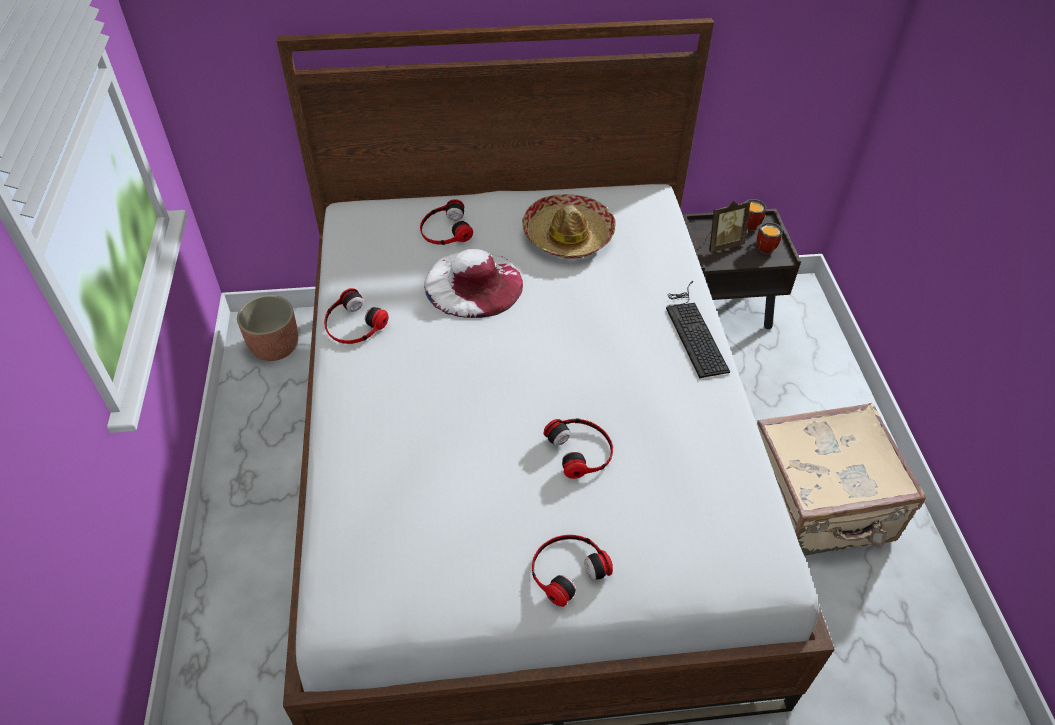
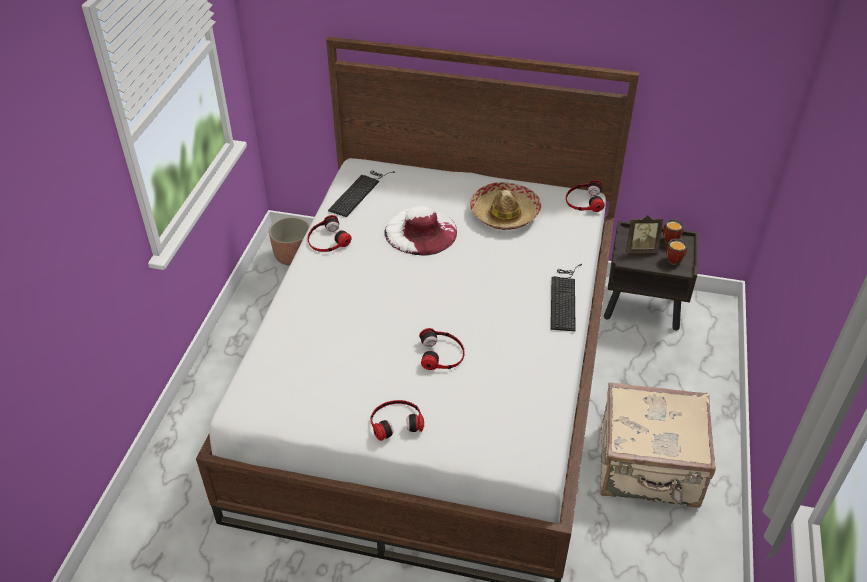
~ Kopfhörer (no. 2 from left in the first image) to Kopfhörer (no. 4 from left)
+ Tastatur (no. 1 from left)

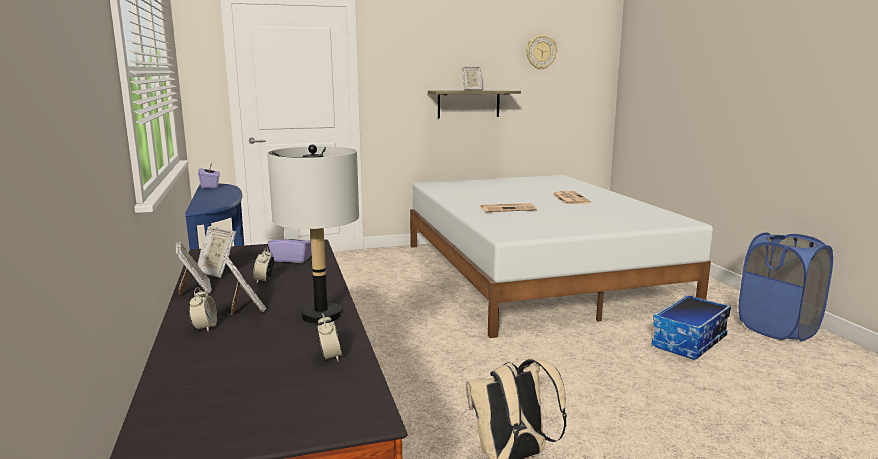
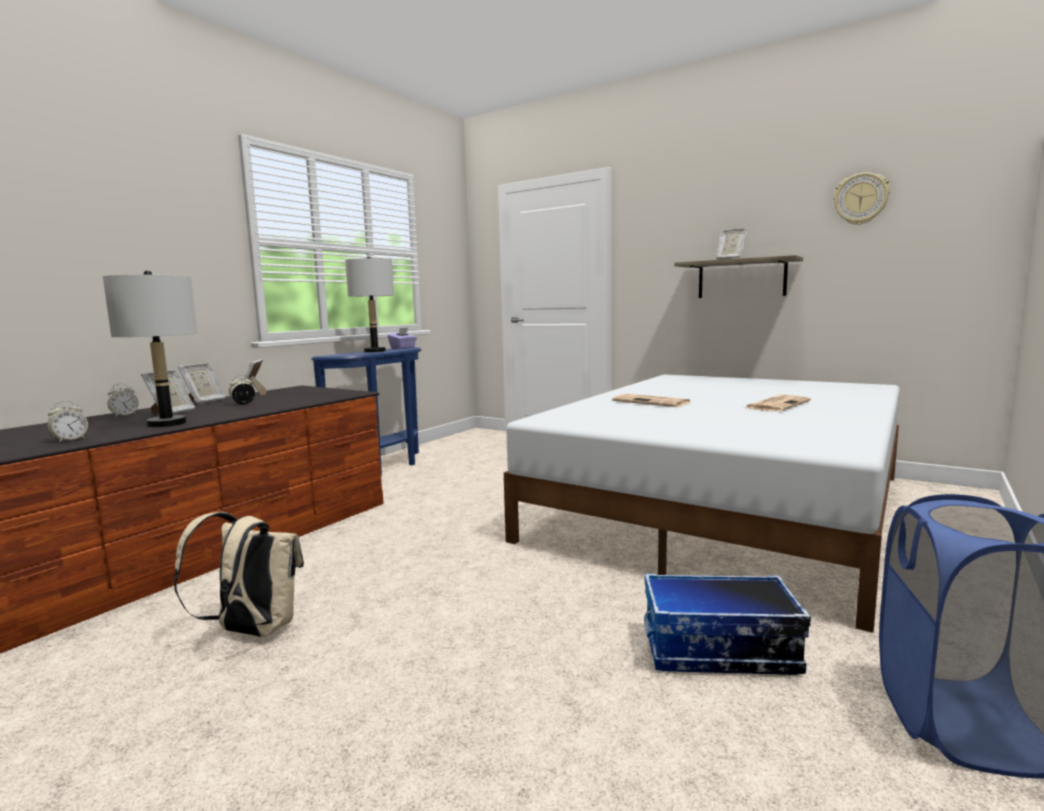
- Taschentuchbox (lila) (no. 2 from left)
+ Tischlampe (grau) (no. 2 from left)

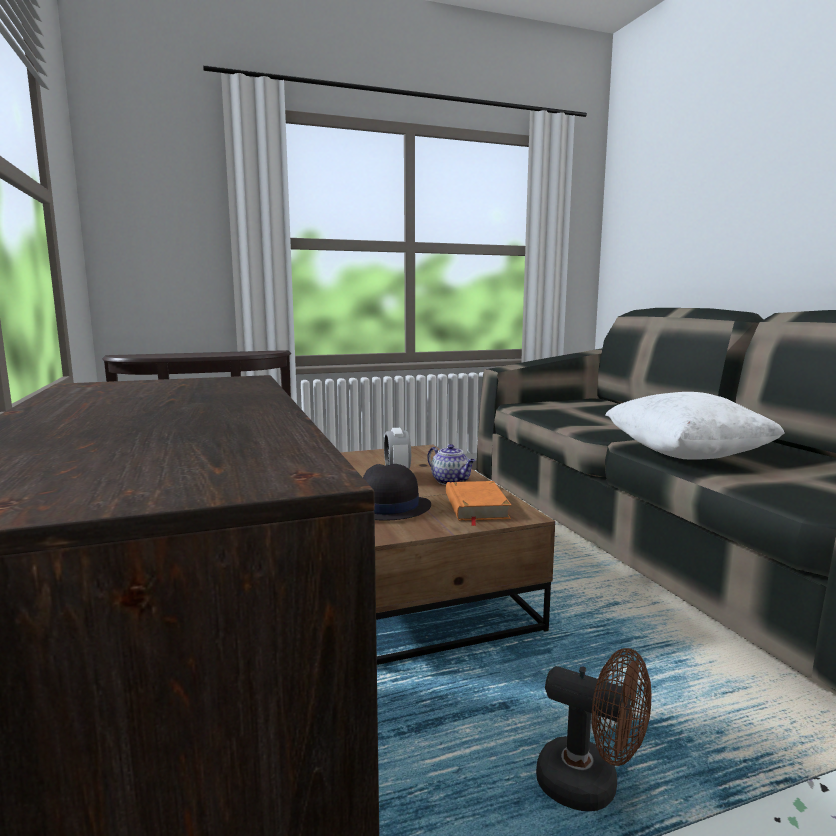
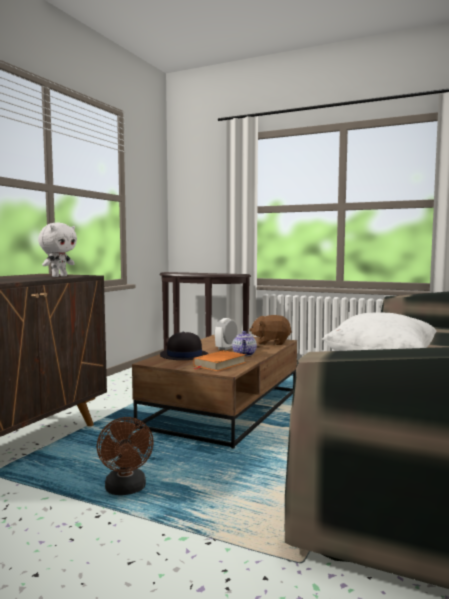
+ Plüschtier (weiß)
+ Plüschtier (braun)

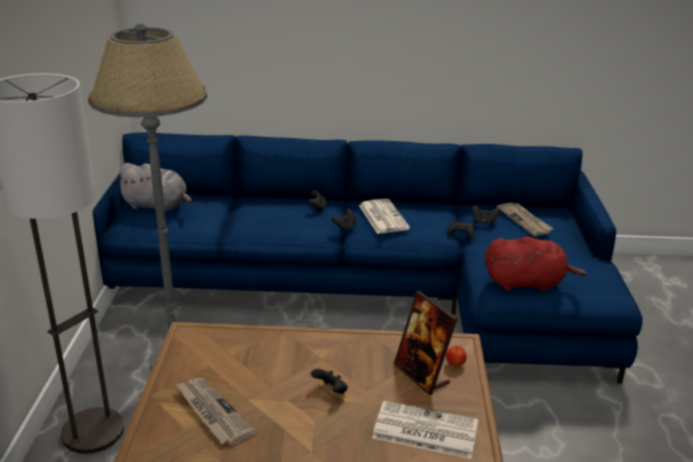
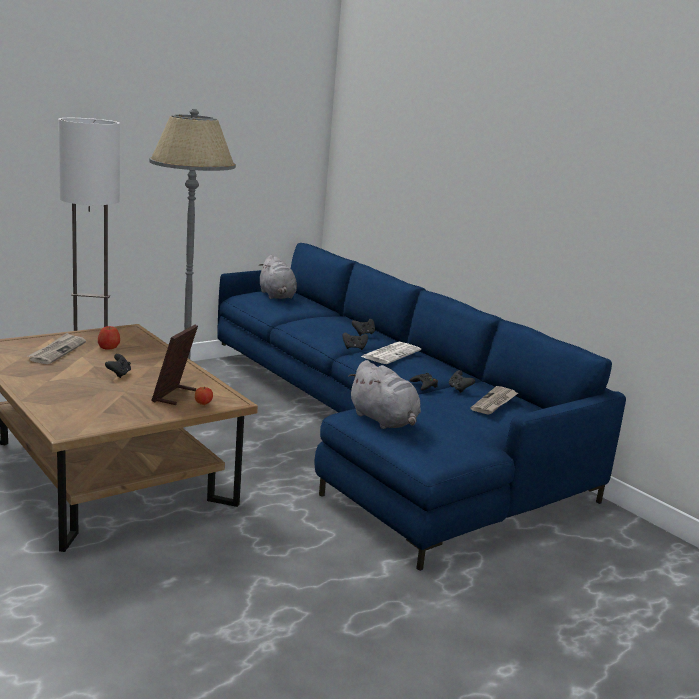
- Zeitung (no. 3 from left)
~ Plüschtier (rot) to Plüschtier (grau) (no. 2 from left)
+ Apfel (no. 1 from left)

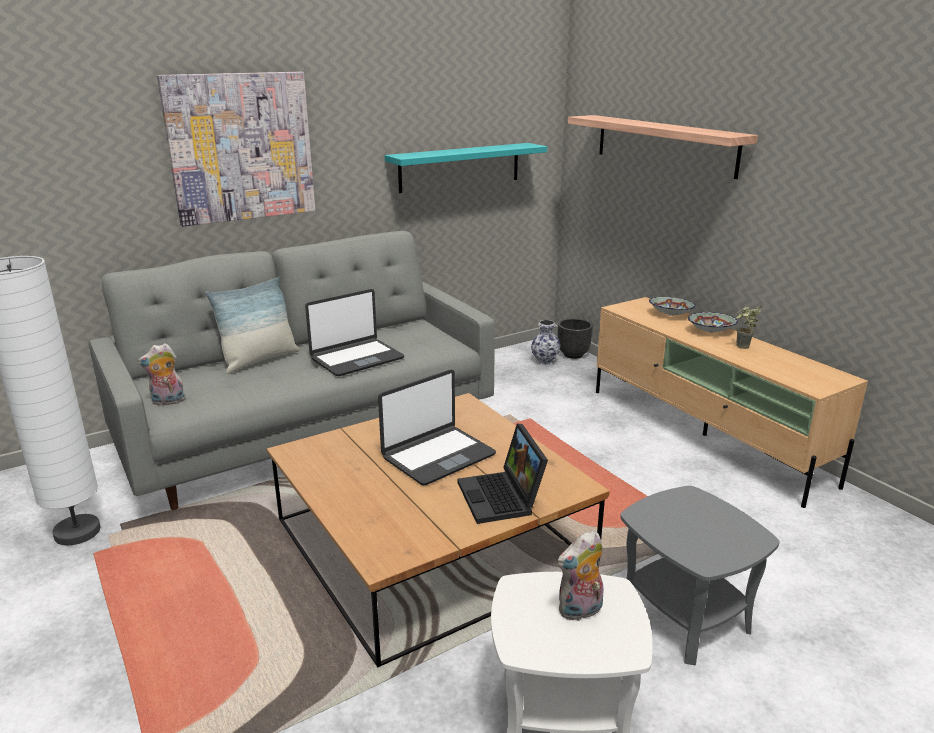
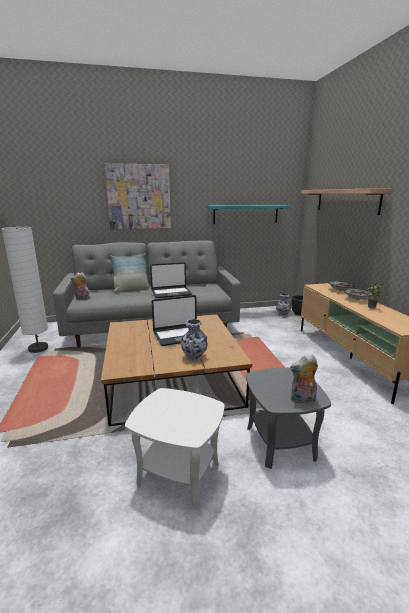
~ Laptop (no. 3 from left) to Vase (no. 1 from left)
~ Plüschtier (no. 2 from left)

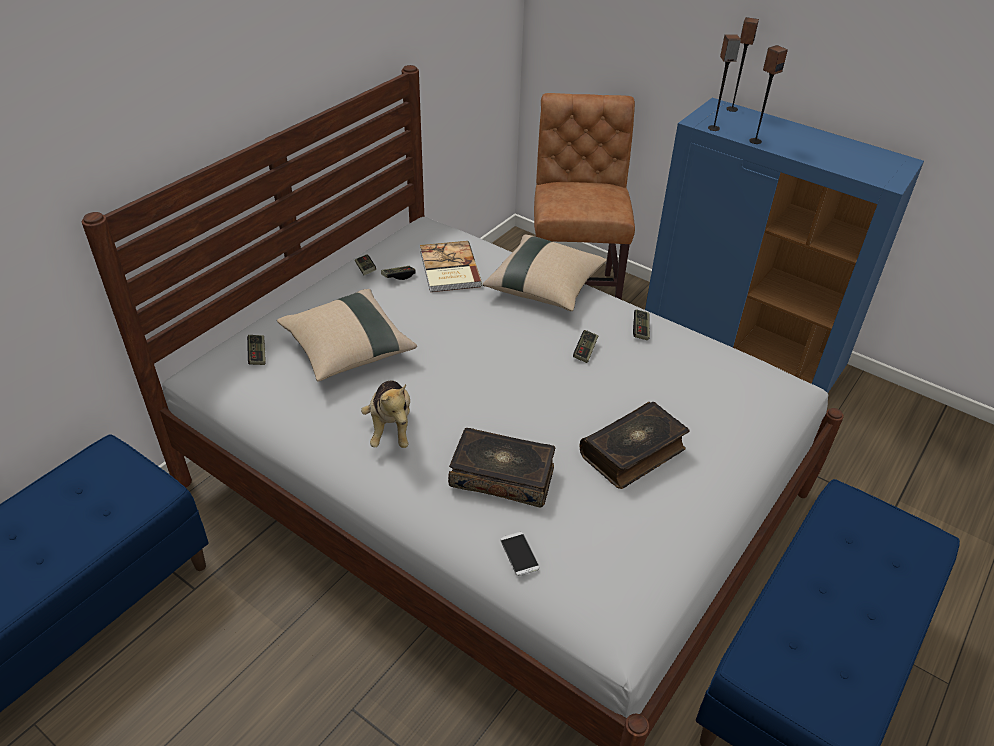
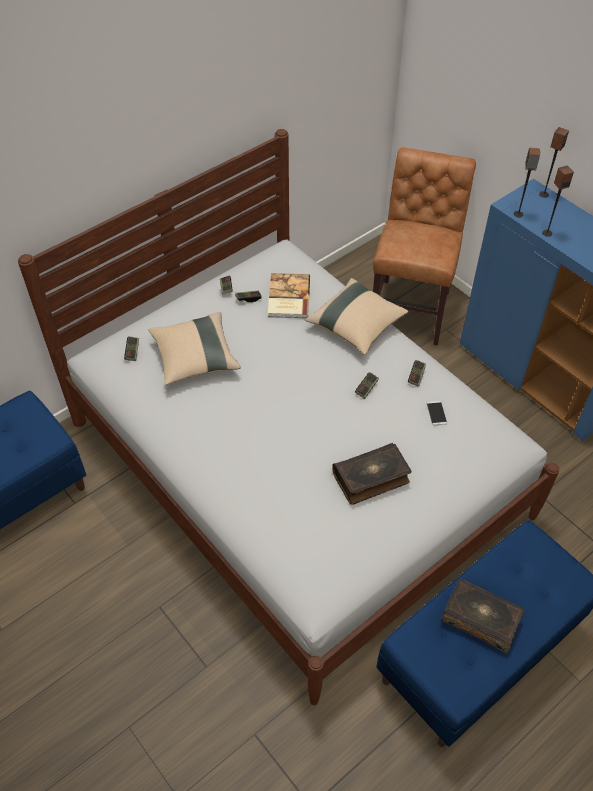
- Plüschtier
~ Buch (no. 2 from left in the first image) to Buch (no. 3 from left)
~ Handy

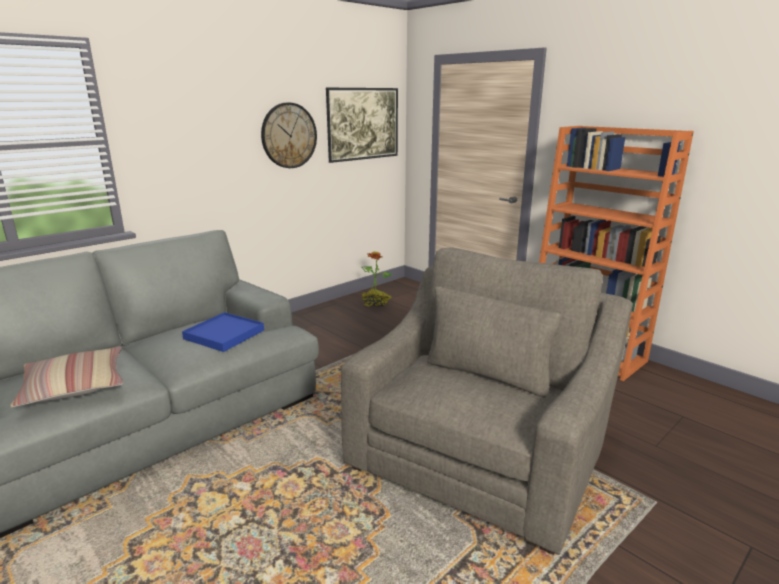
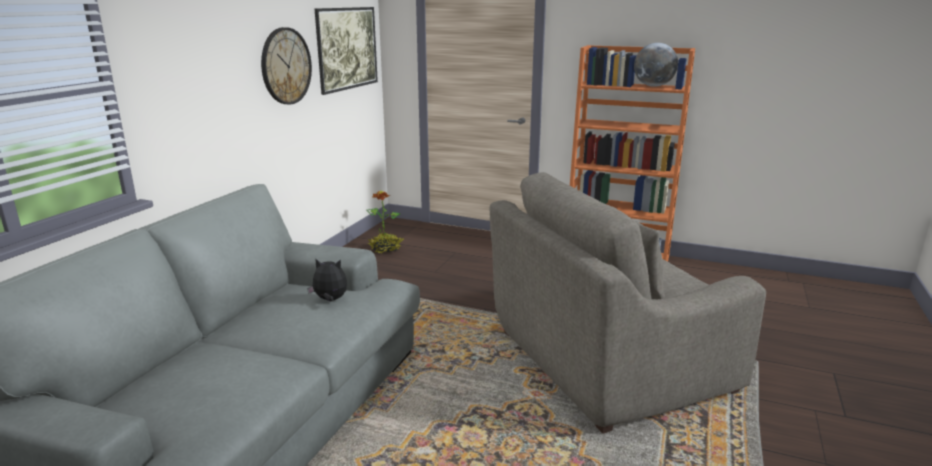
- Kissen
~ Tablett (blau) to Plüschtier
~ Sessel (grau) 120 degrees counterclockwise
+ Globus

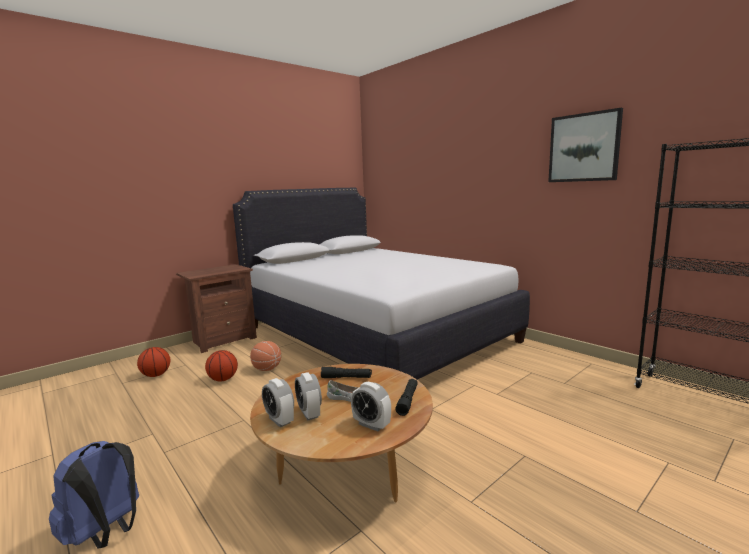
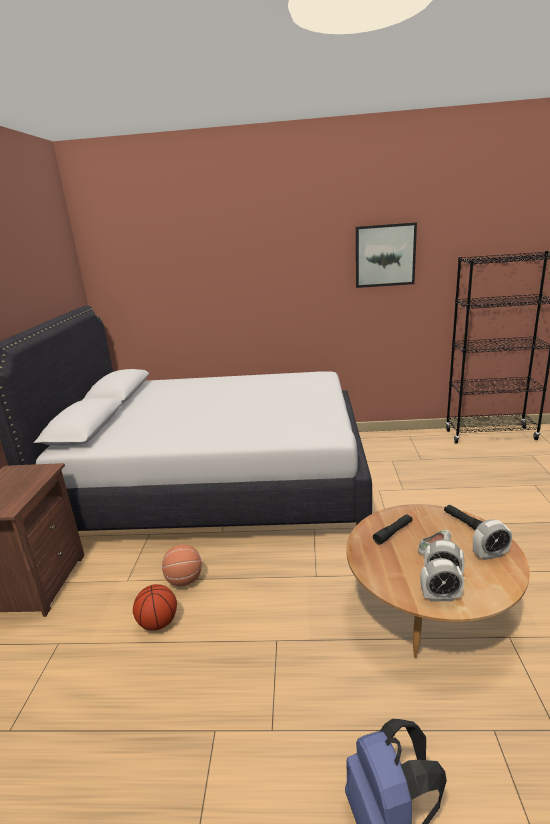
- Basketball (no. 1 from left)

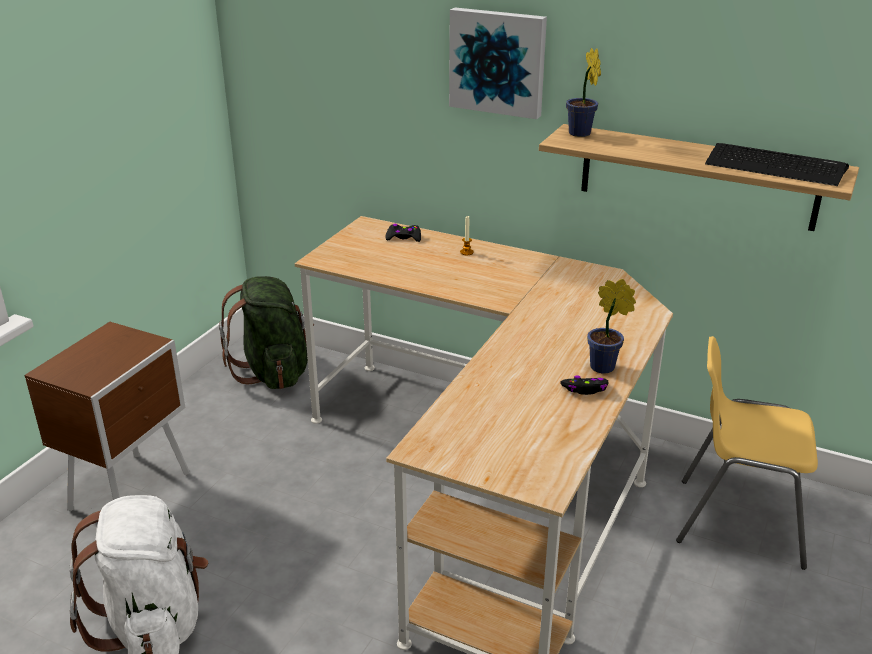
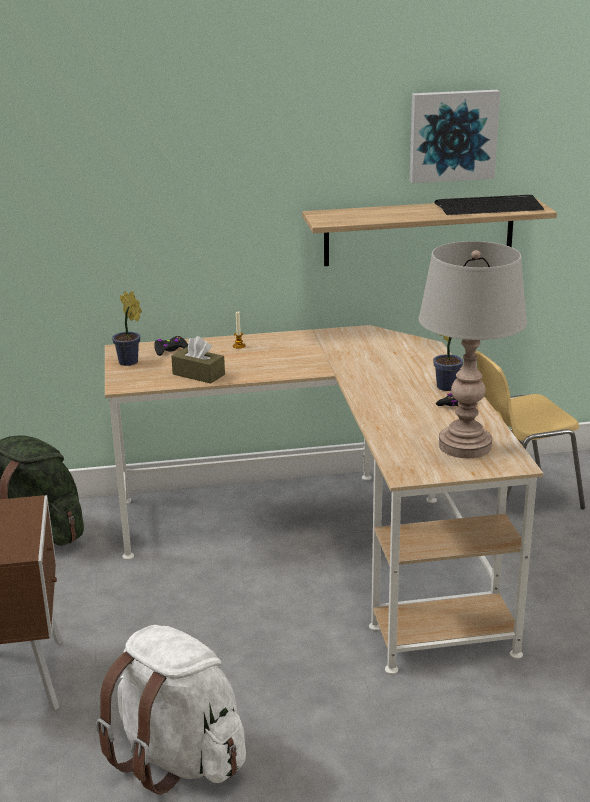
~ Bild
~ Topfpflanze (no. 1 from left)
+ Taschentuchbox (braun)
+ Tischlampe (grau)

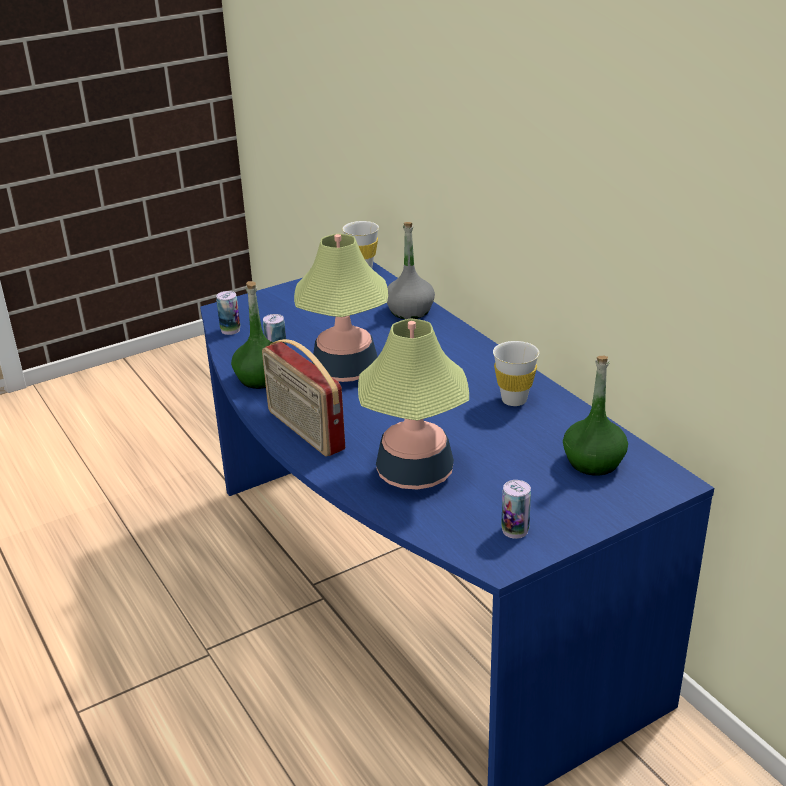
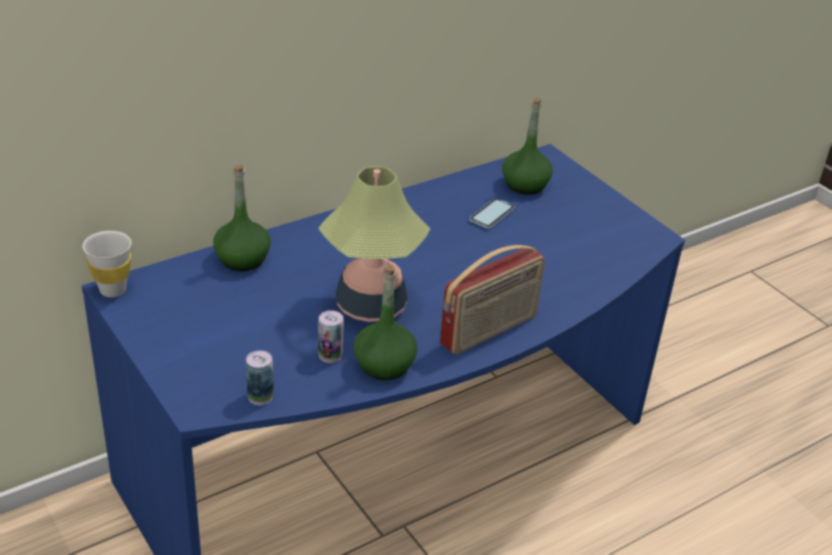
- Tischlampe (no. 2 from left)
~ Flasche (grau) to Flasche (grün) (no. 1 from left)
- Tasse (weiß) (no. 2 from left)
- Dose (no. 3 from left)
+ Handy

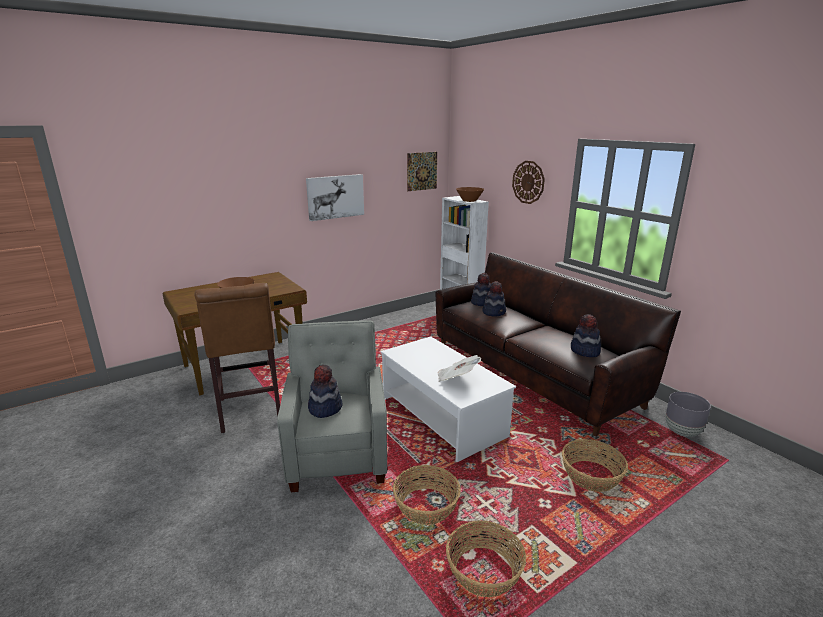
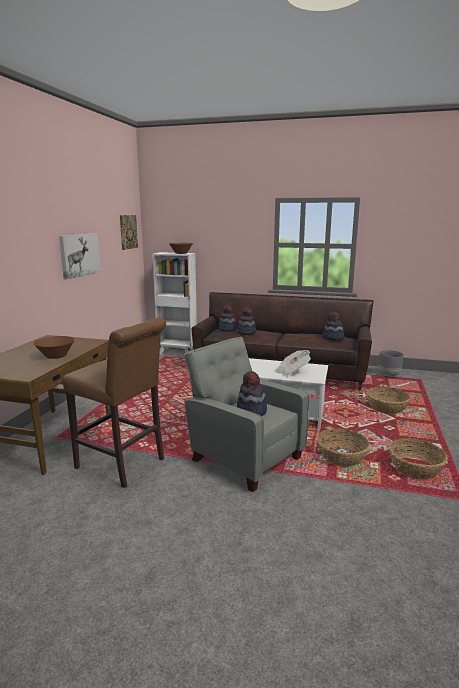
- Wanduhr

